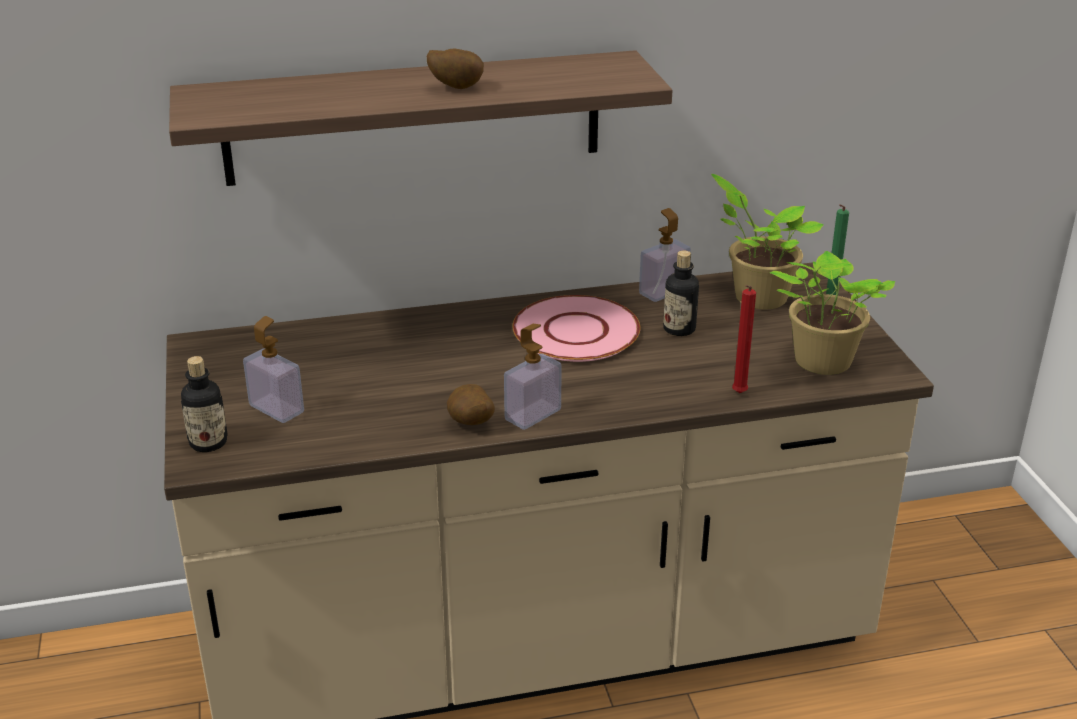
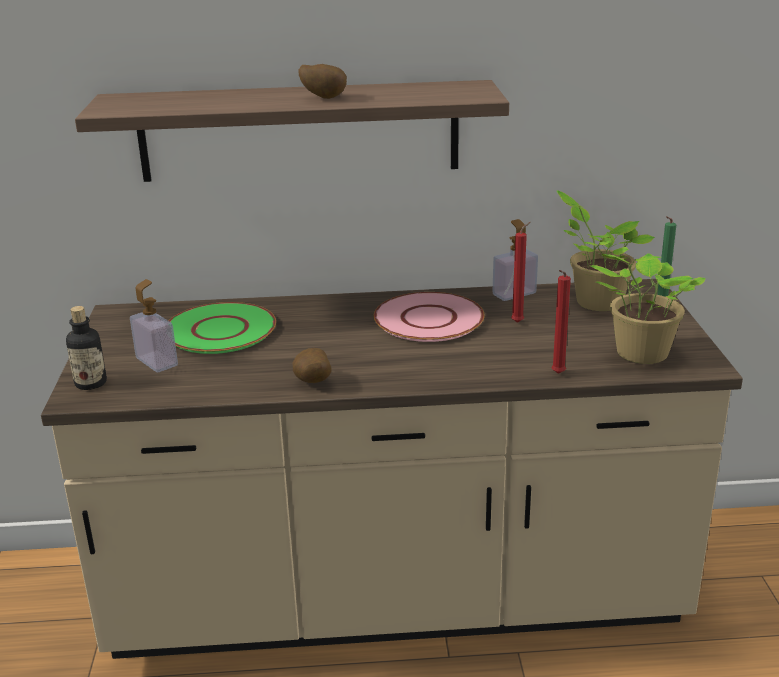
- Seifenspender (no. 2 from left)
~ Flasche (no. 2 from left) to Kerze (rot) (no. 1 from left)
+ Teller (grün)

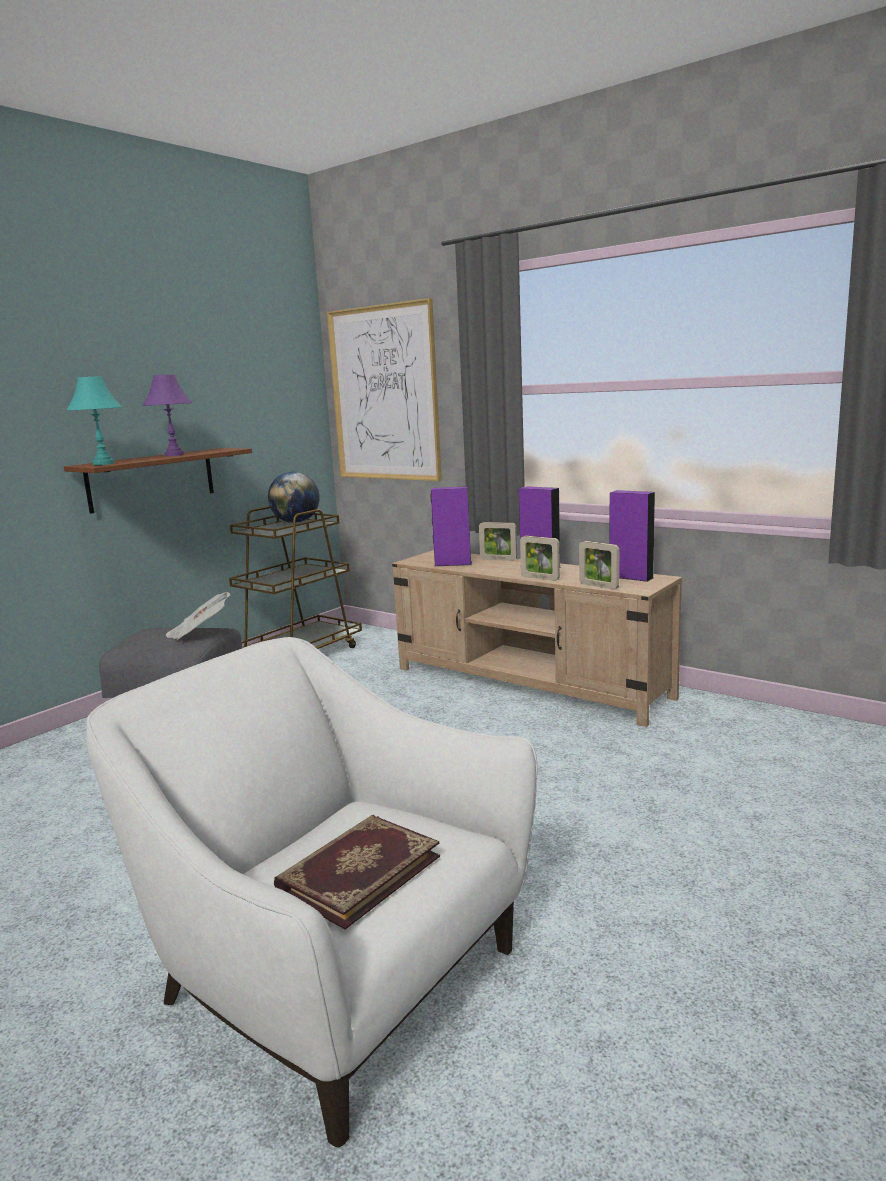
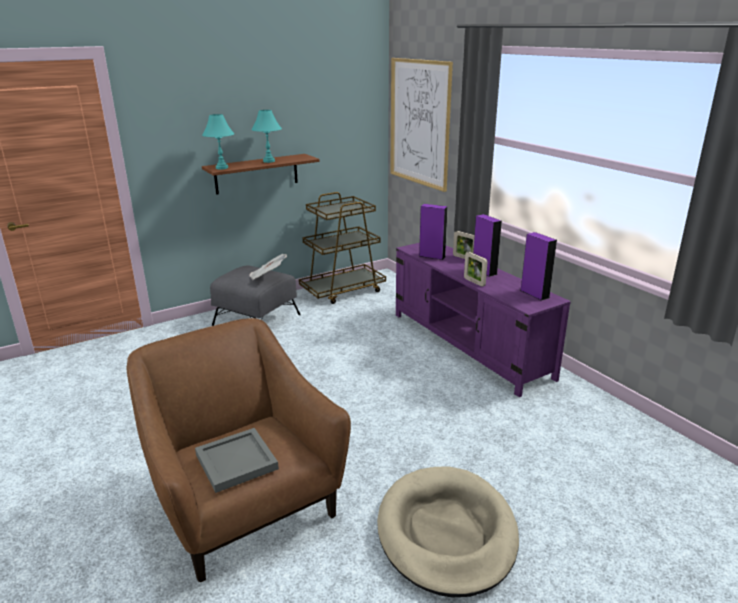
~ Sessel (weiß) to Sessel (braun)
~ Tischlampe (lila) to Tischlampe (türkis) (no. 2 from left)
- Globus
~ Buch to Tablett (grau)
~ Fernsehschrank (beige) to Fernsehschrank (lila)
- Bilderrahmen (no. 3 from left)
+ Hundebett (beige)

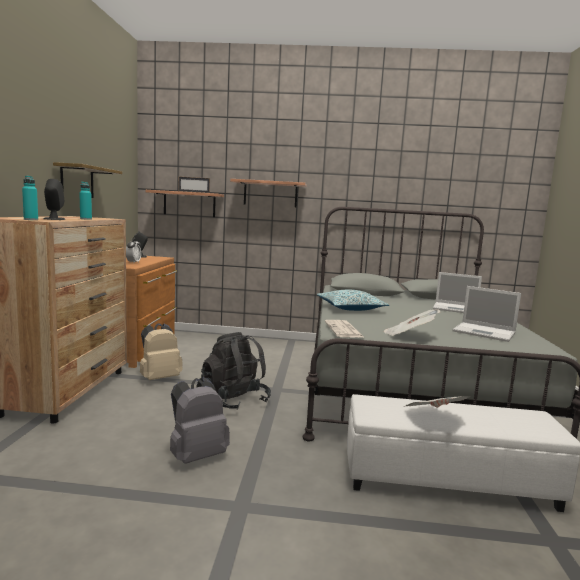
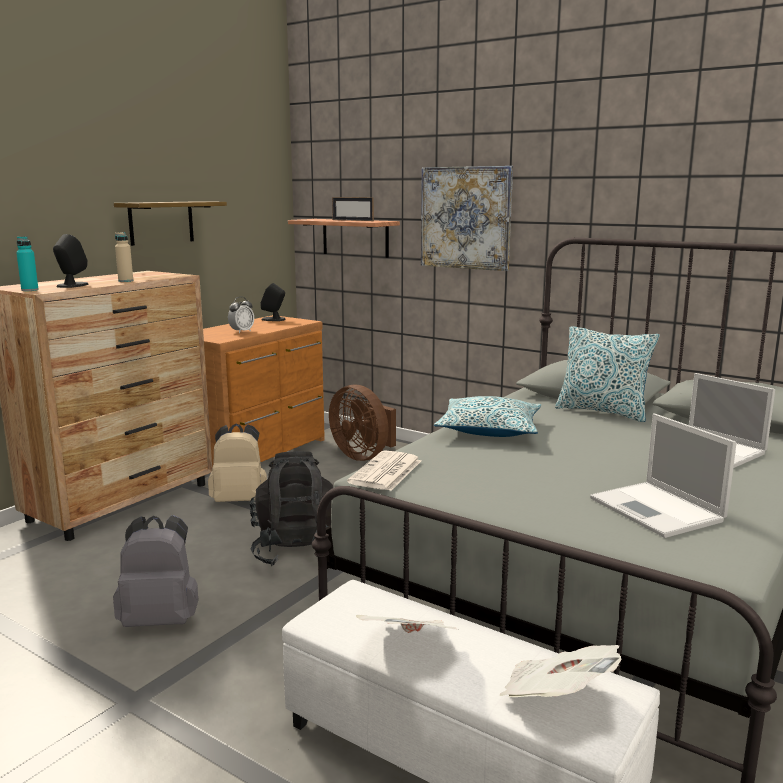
~ Flasche (türkis) (no. 2 from left) to Flasche (beige)
~ Wandregal (no. 3 from left) to Bild
~ Zeitung (no. 2 from left in the first image) to Zeitung (no. 3 from left)
+ Ventilator (braun)
+ Kissen (no. 2 from left)

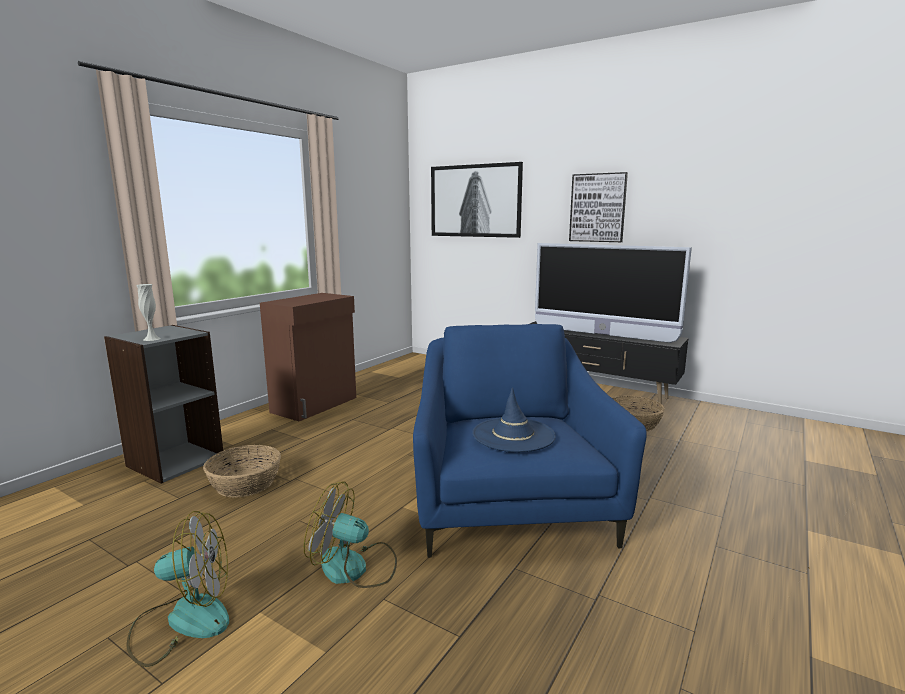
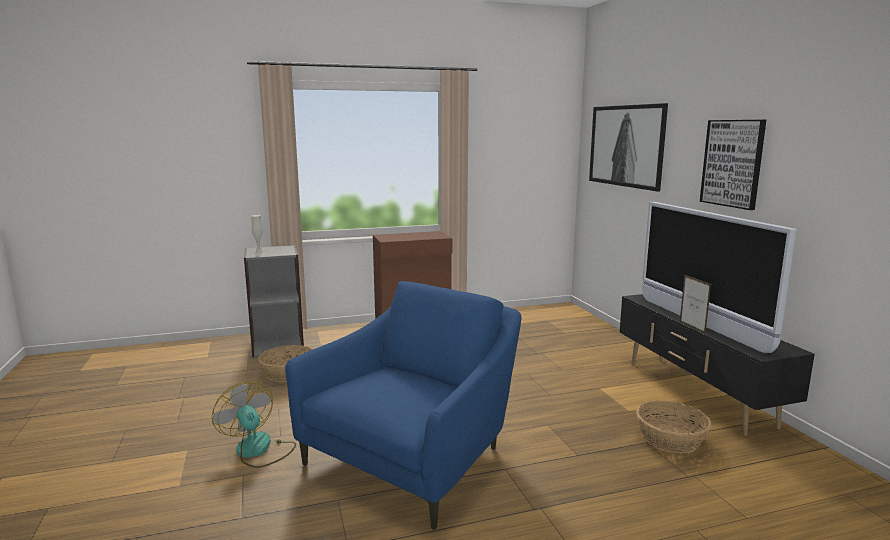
- Ventilator (no. 1 from left)
- Hut (blau)
+ Bilderrahmen

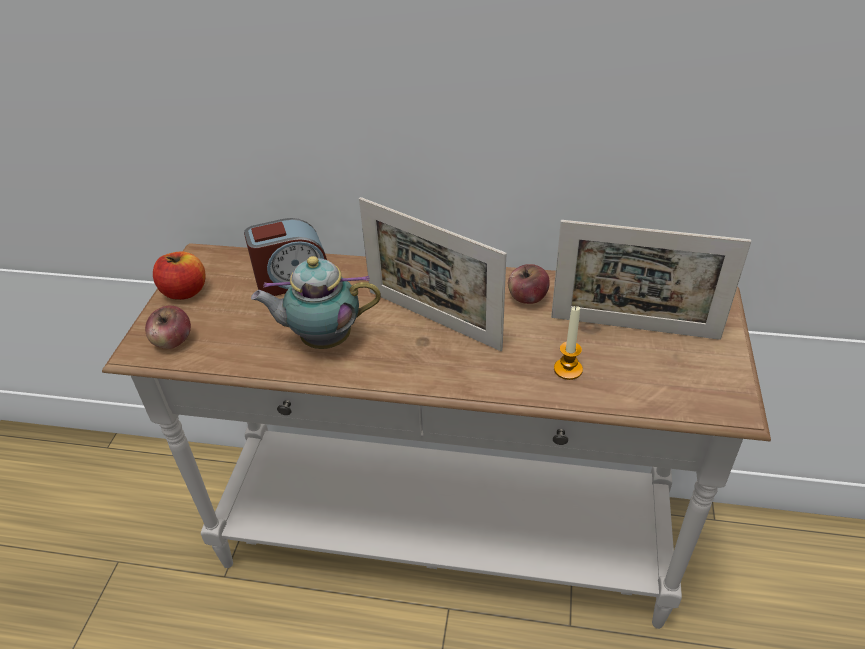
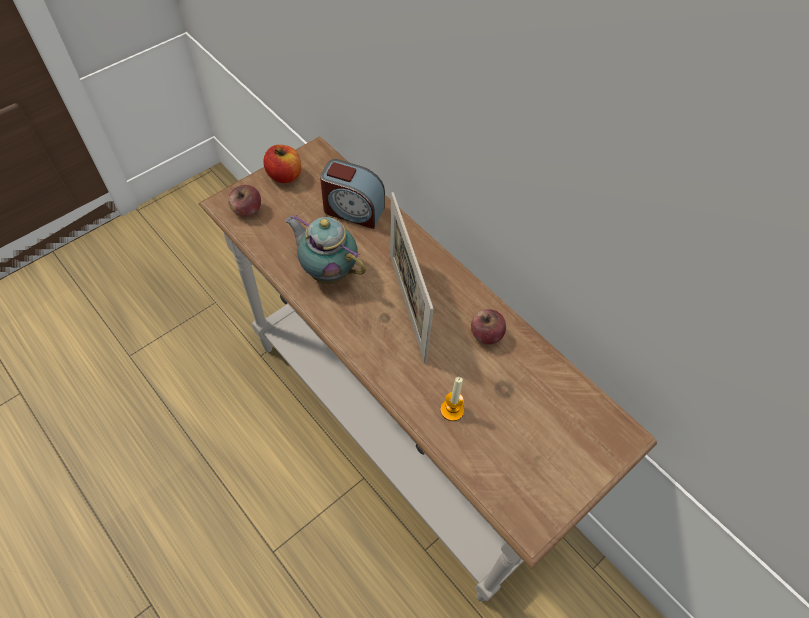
- Bilderrahmen (no. 2 from left)

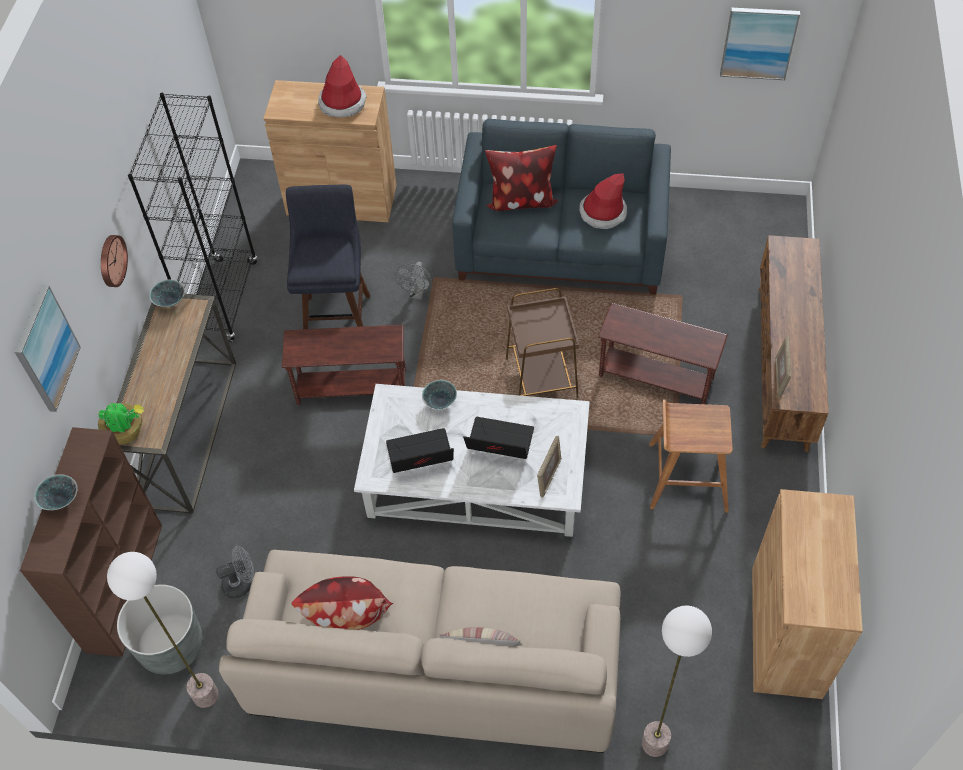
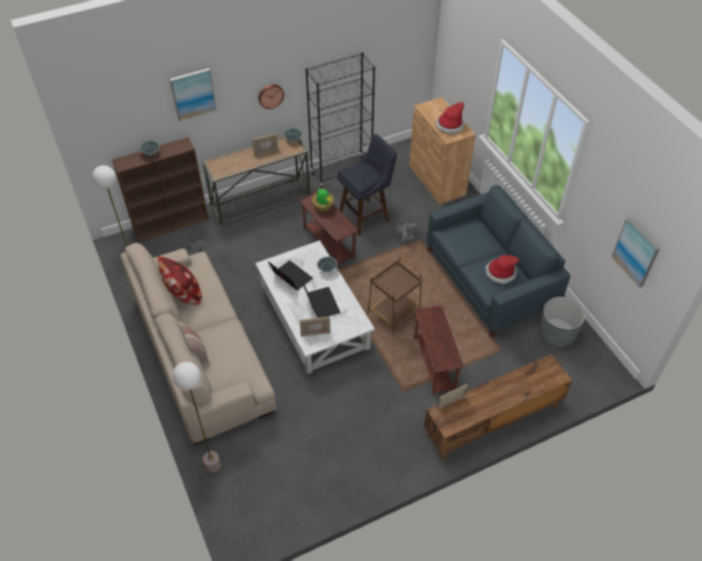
~ Topfpflanze
~ Pflanzkübel (grau)
- Kissen (no. 3 from left)
- Hocker (braun)
- Schrank (braun) (no. 2 from left)
+ Bilderrahmen (no. 1 from left)

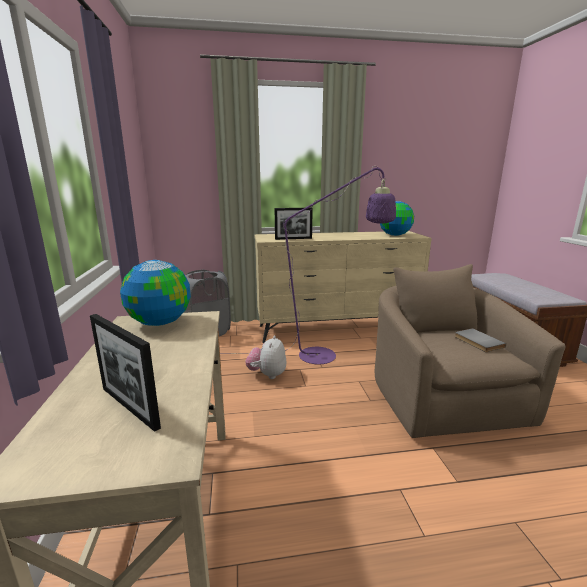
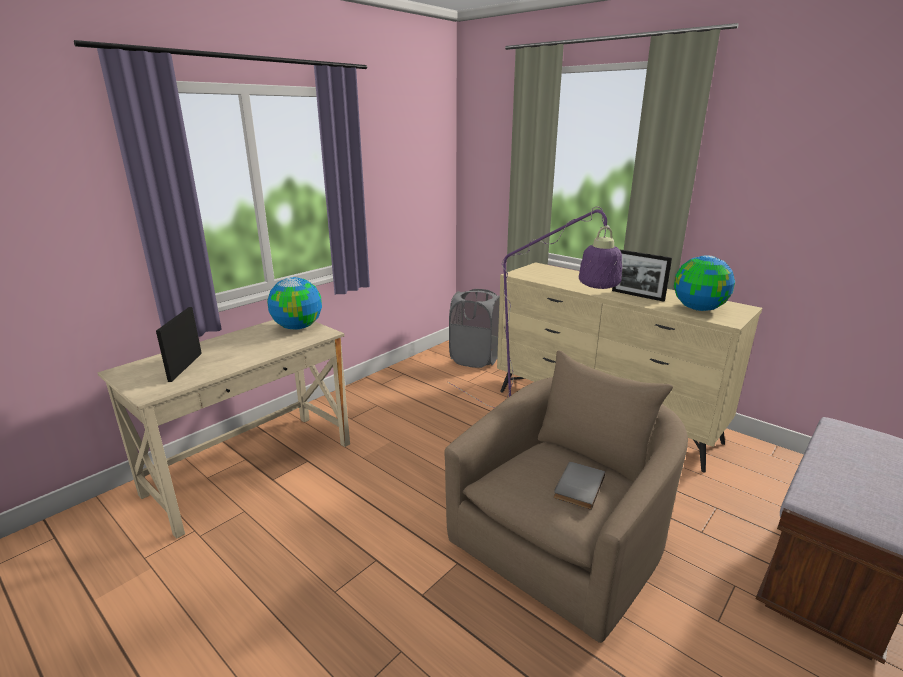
- Plüschtier
~ Bilderrahmen (no. 2 from left)

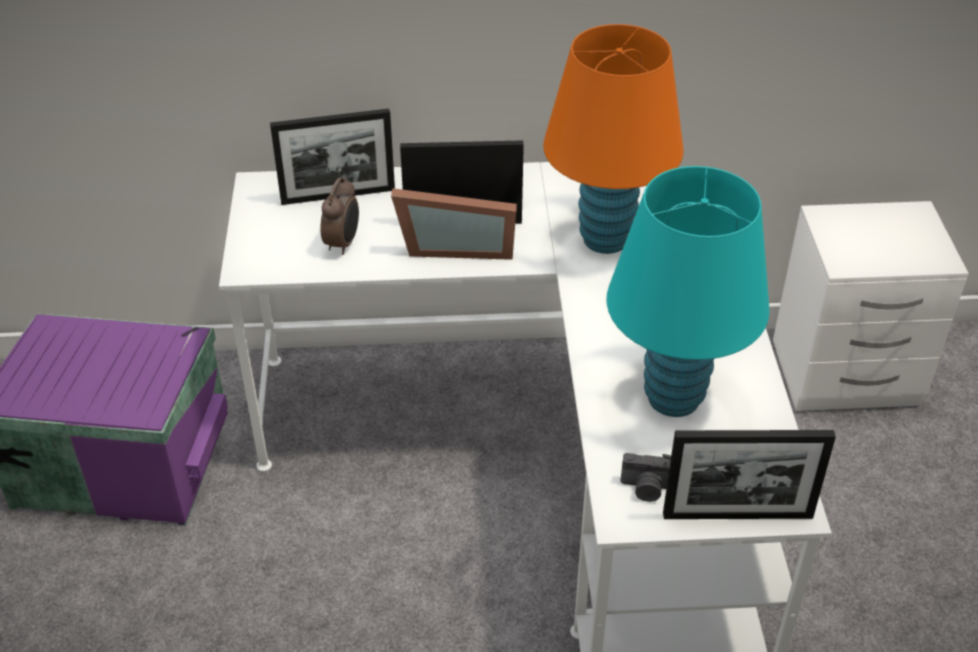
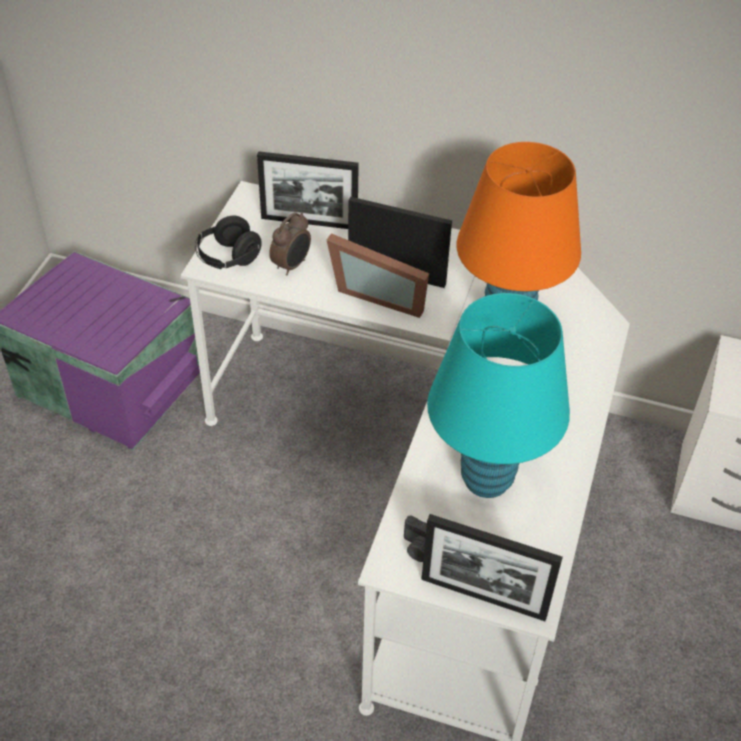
+ Kopfhörer (schwarz)

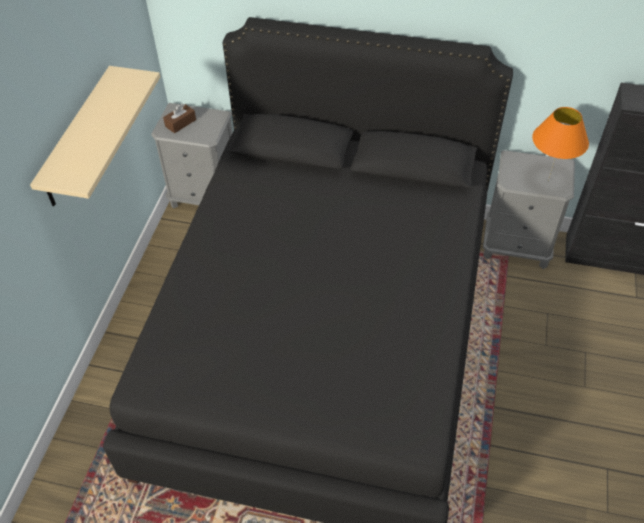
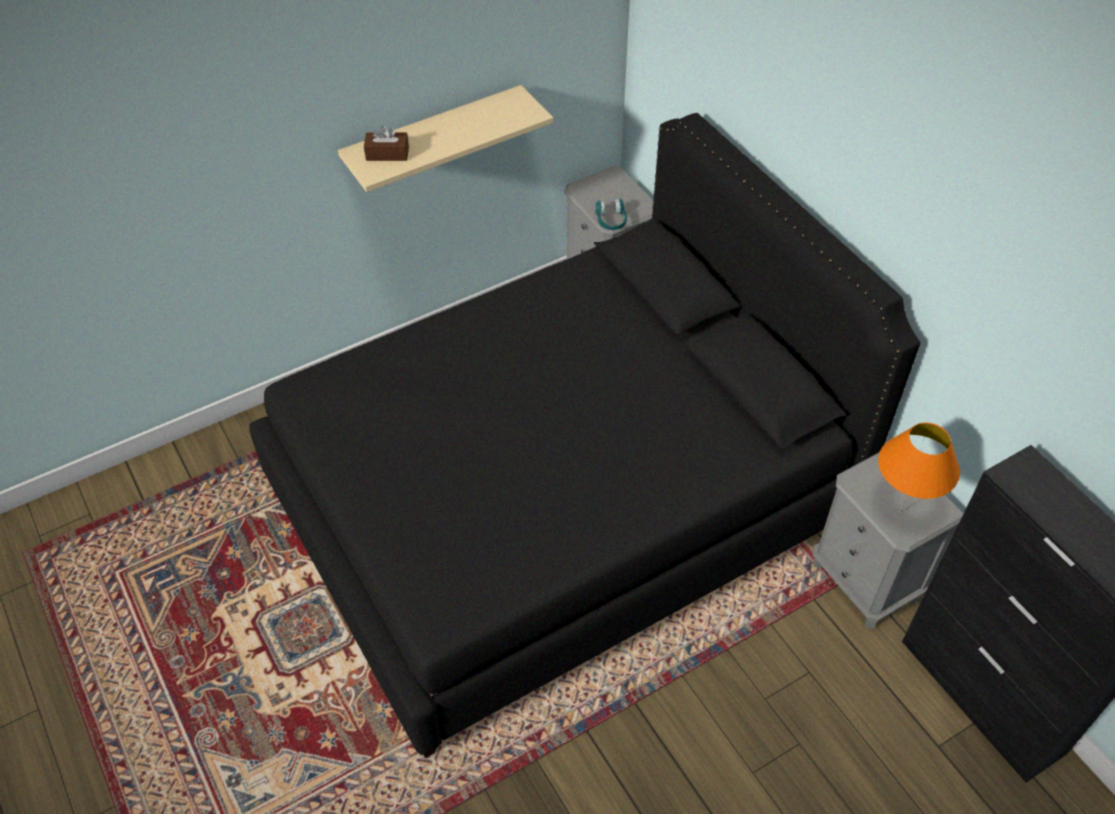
~ Taschentuchbox (braun)
+ Kopfhörer (türkis)

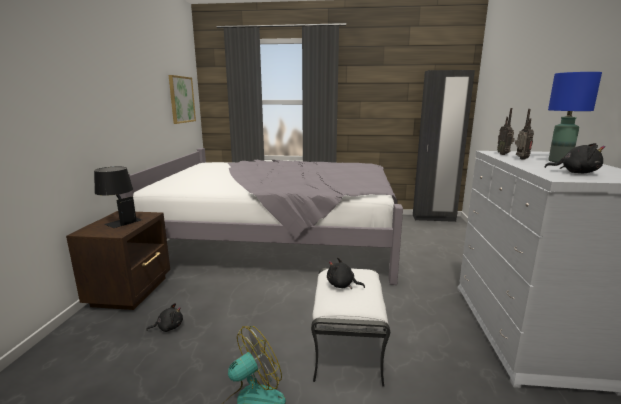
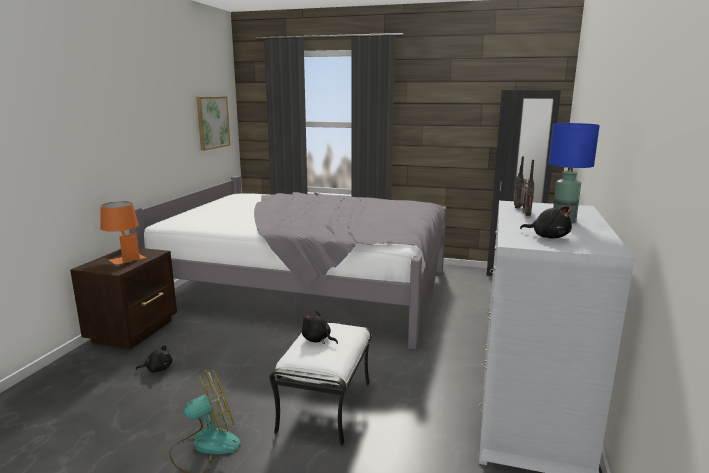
~ Tischlampe (schwarz) to Tischlampe (orange)

